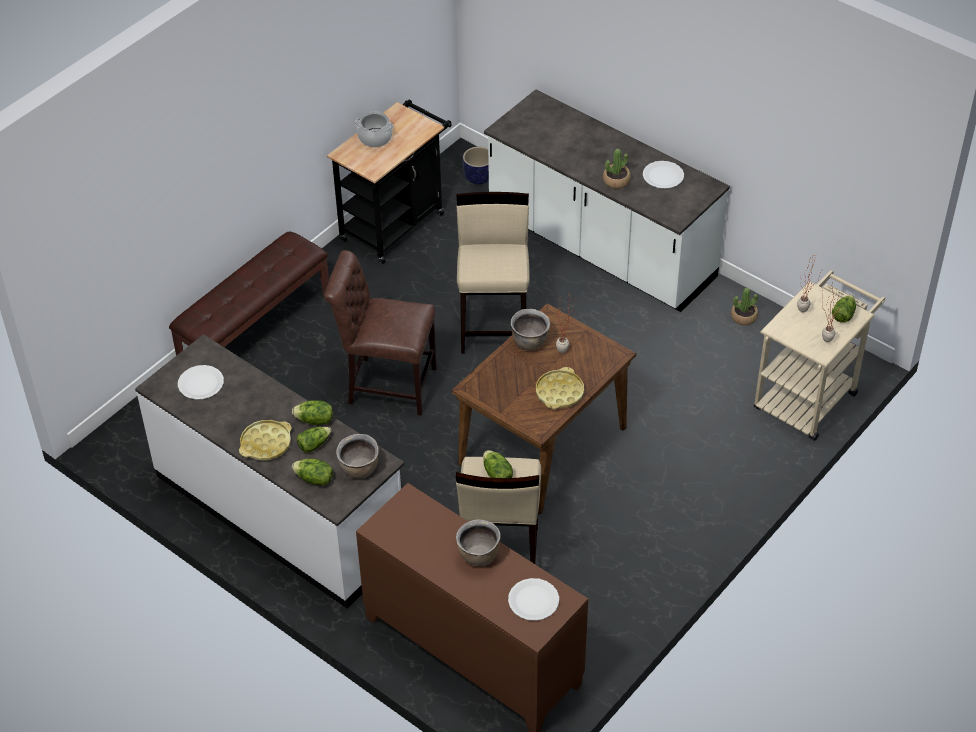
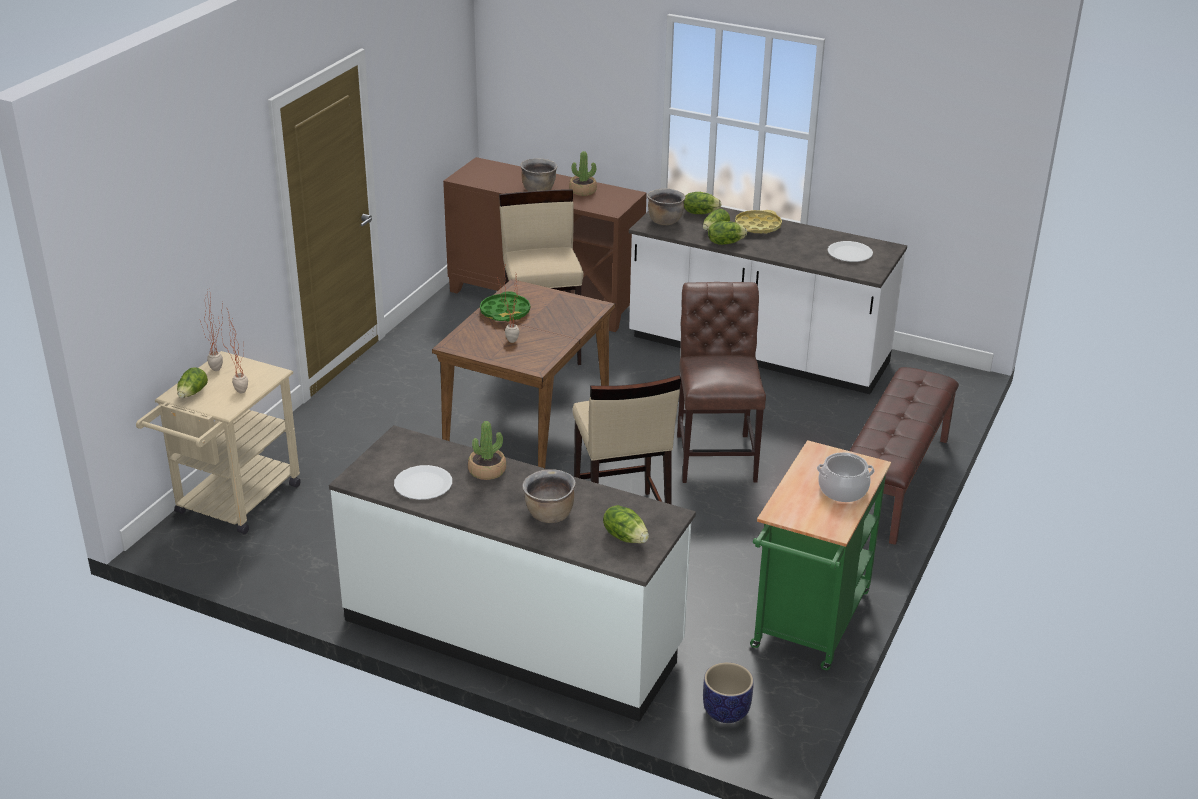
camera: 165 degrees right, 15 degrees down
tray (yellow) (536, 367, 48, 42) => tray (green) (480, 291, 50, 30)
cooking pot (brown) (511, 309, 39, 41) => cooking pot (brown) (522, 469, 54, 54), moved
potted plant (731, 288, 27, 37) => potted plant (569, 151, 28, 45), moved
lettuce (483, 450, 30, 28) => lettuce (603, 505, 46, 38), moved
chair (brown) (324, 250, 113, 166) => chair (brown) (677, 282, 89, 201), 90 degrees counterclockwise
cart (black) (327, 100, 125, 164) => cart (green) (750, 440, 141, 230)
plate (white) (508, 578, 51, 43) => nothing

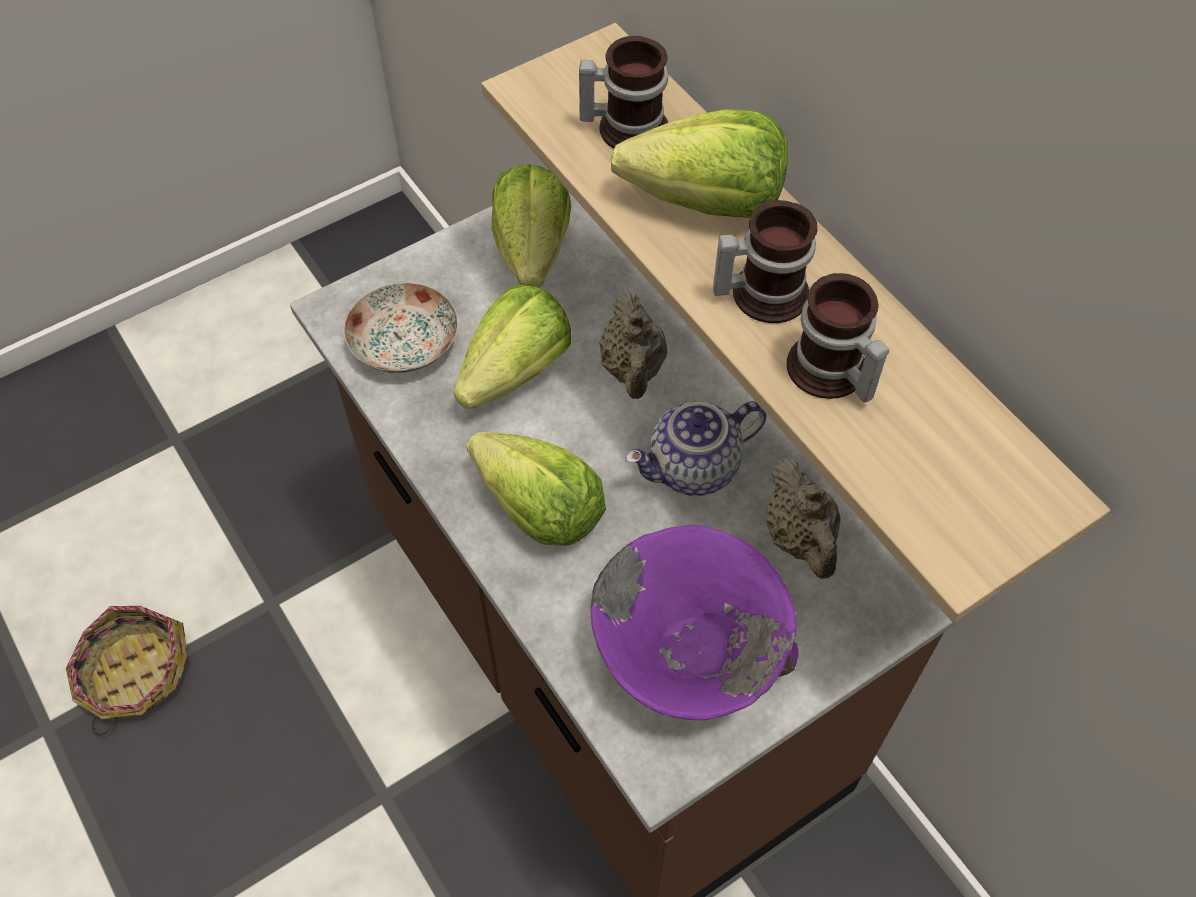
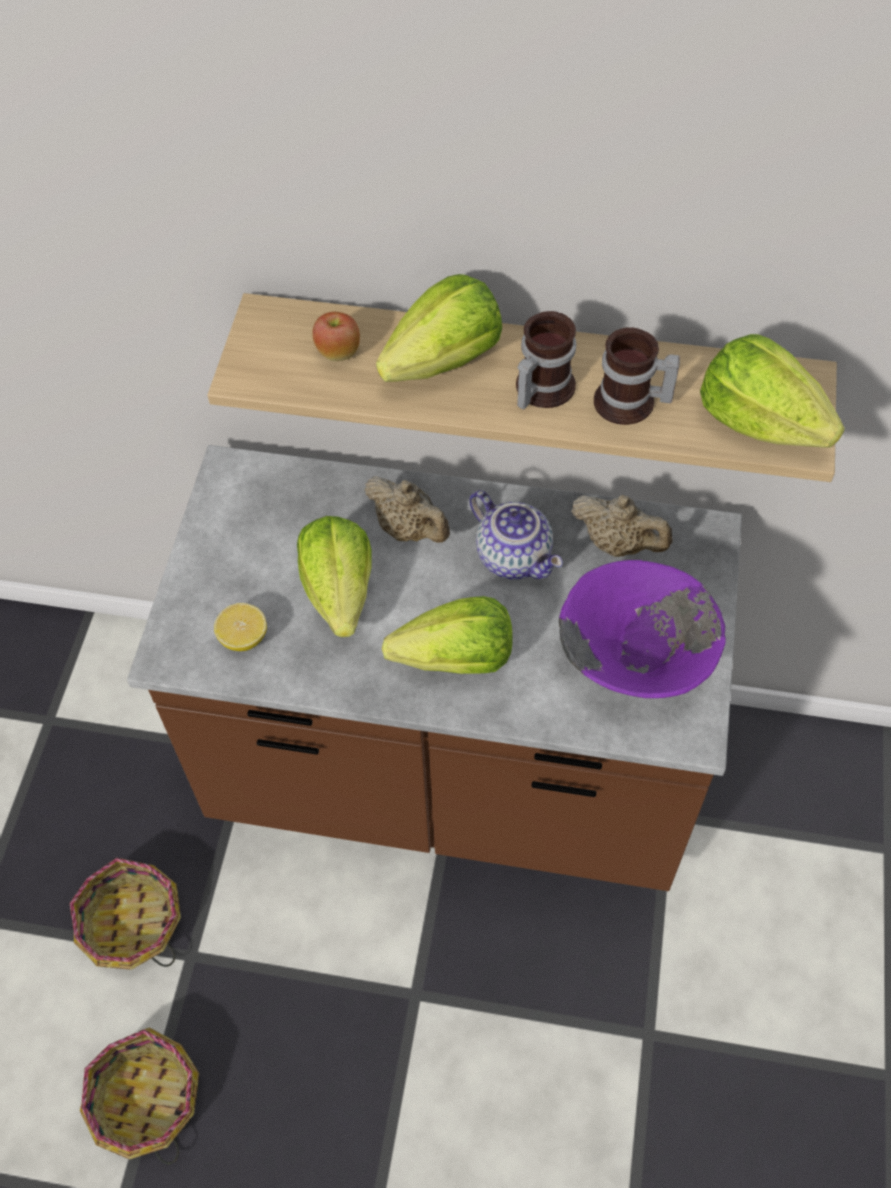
camera: 45 degrees left, 0 degrees up
nothing => basket (69, 858, 112, 112)
plate (344, 283, 114, 90) => lemon (214, 603, 53, 48)
mug (579, 36, 89, 113) => apple (312, 312, 48, 49)
teapot (625, 401, 141, 95) => teapot (469, 490, 94, 89), 60 degrees counterclockwise
lettuce (492, 164, 79, 124) => lettuce (700, 334, 145, 113), moved

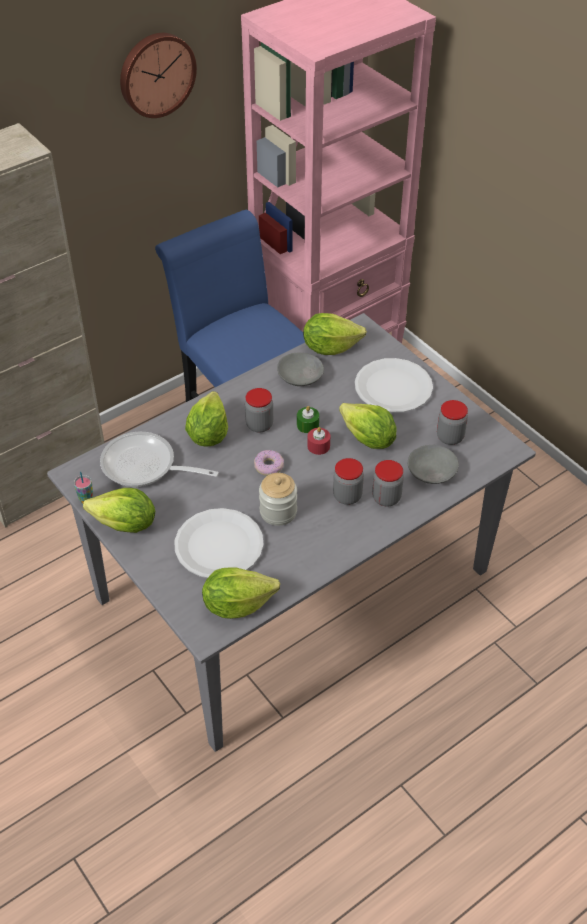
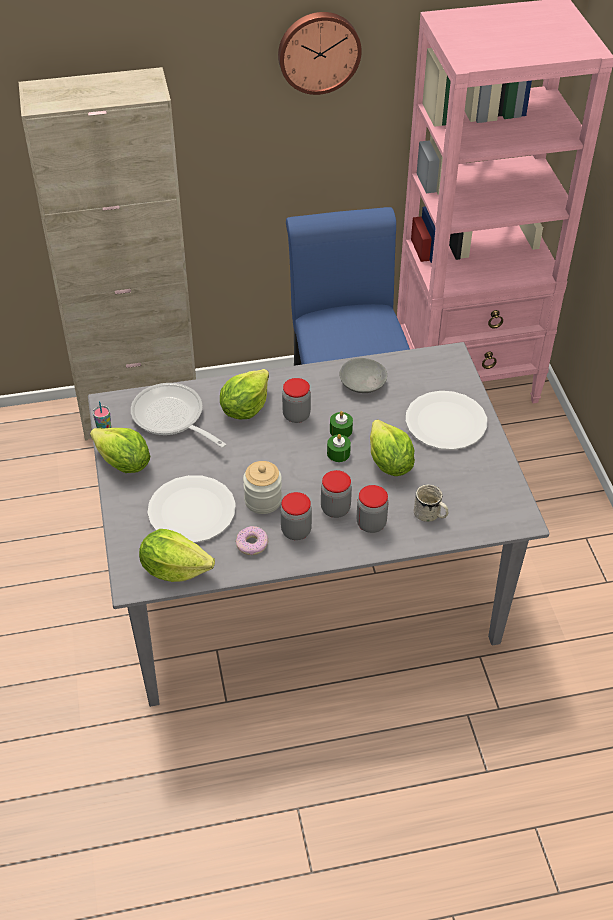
camera: 25 degrees right, 0 degrees up
donut (254, 450, 30, 26) => donut (236, 526, 33, 29), moved
jar (437, 400, 31, 45) => jar (281, 492, 31, 48), moved
candle (red) (307, 427, 23, 28) => candle (green) (327, 434, 24, 28)
bowl (grey) (408, 445, 51, 39) => mug (white) (414, 484, 34, 38)
lettuce (303, 313, 64, 42) => nothing

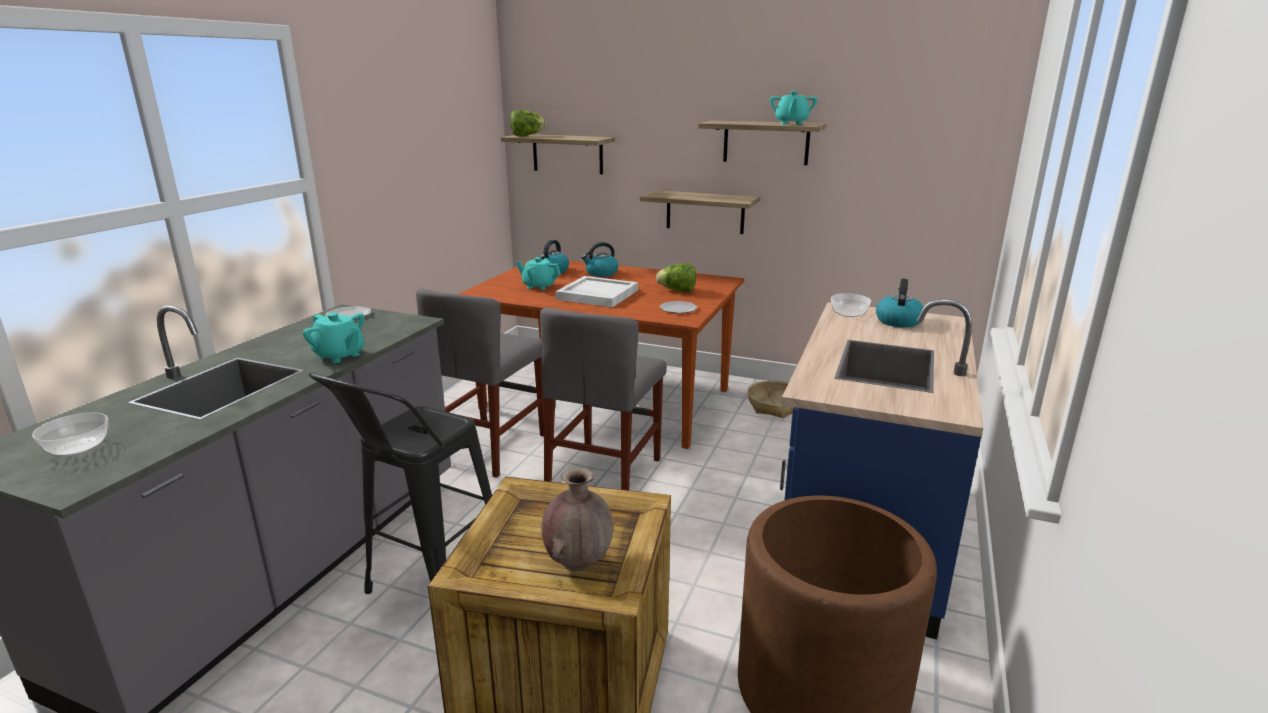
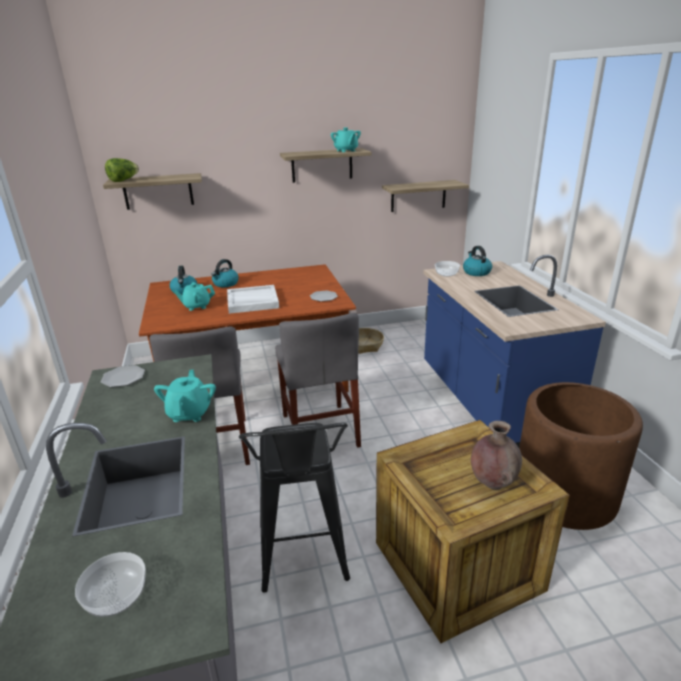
camera: 35 degrees left, 5 degrees up
teapot (turquoise) (303, 313, 62, 50) => teapot (turquoise) (154, 370, 62, 52), 90 degrees counterclockwise
shelf (640, 190, 120, 44) => shelf (382, 180, 87, 32), moved
lettuce (656, 263, 40, 29) => nothing

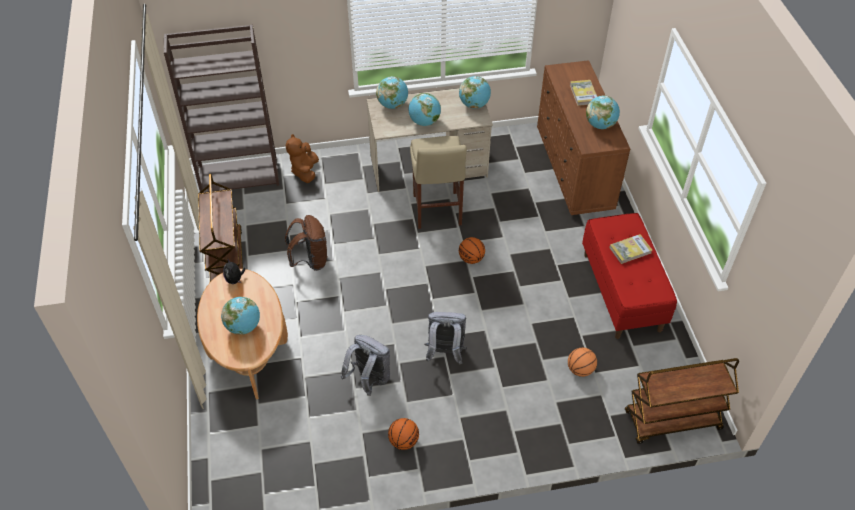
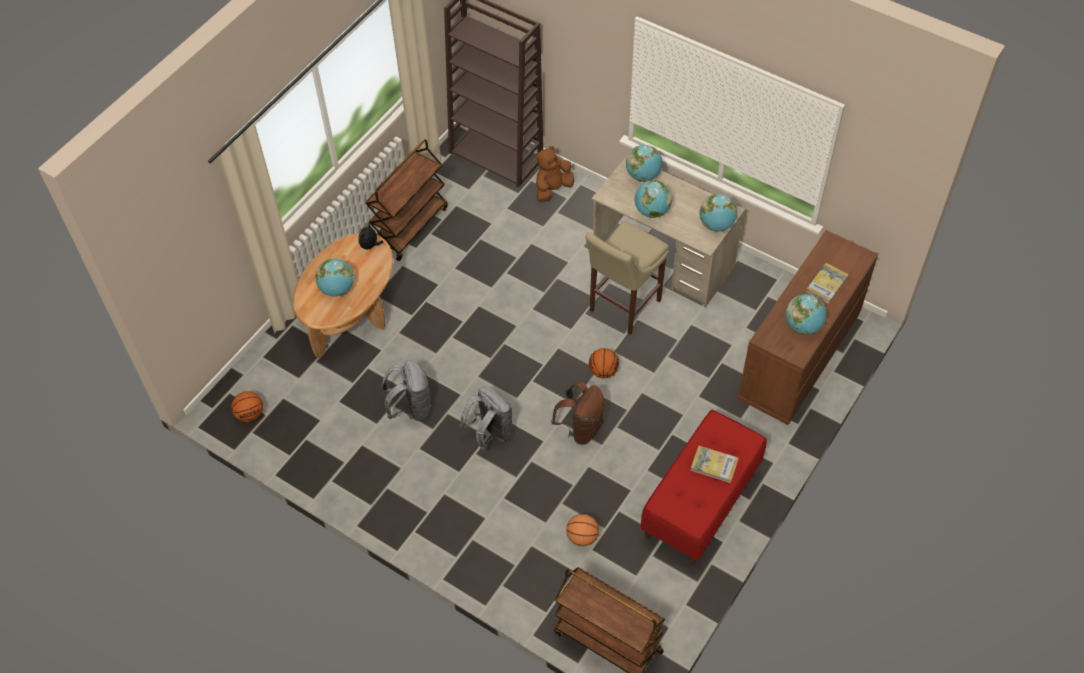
camera: 45 degrees right, 5 degrees up
basketball (388, 418, 31, 32) => basketball (232, 391, 31, 31), moved
backpack (brown) (285, 215, 43, 56) => backpack (brown) (551, 382, 54, 63), moved

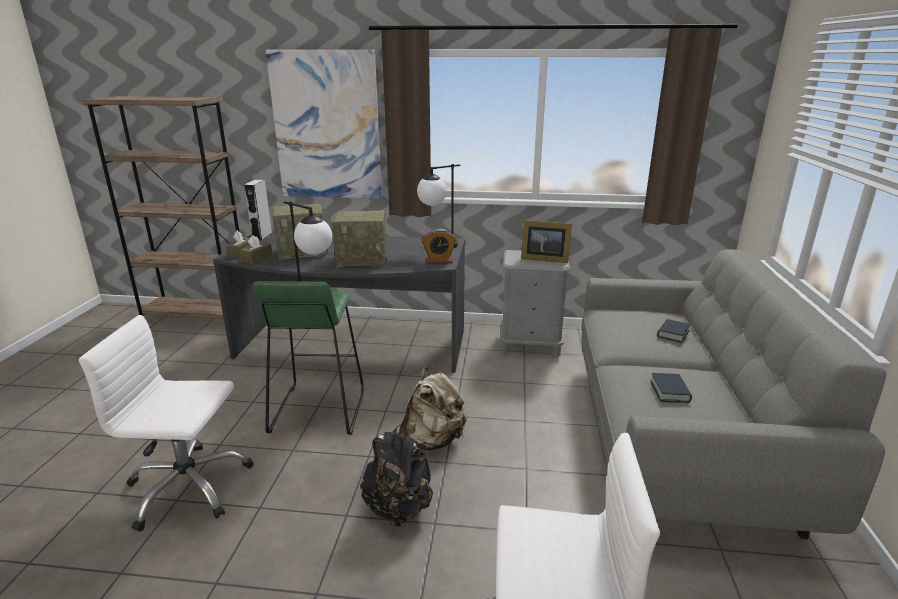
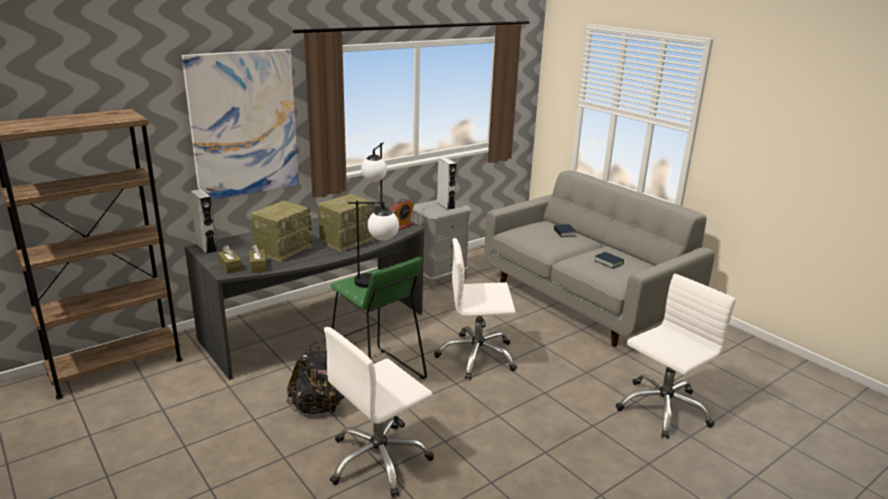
camera: 45 degrees left, 0 degrees up
backpack (black) (360, 424, 73, 103) => backpack (black) (286, 342, 59, 72), moved
backpack (beige) (399, 367, 68, 83) => office chair (white) (434, 238, 83, 142)
picture frame (521, 220, 51, 43) => speaker (grey) (437, 158, 20, 52)

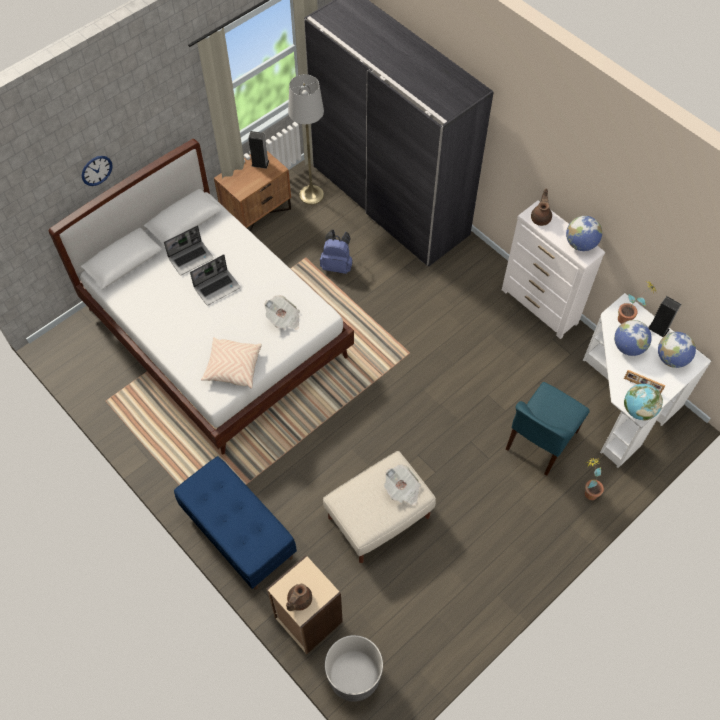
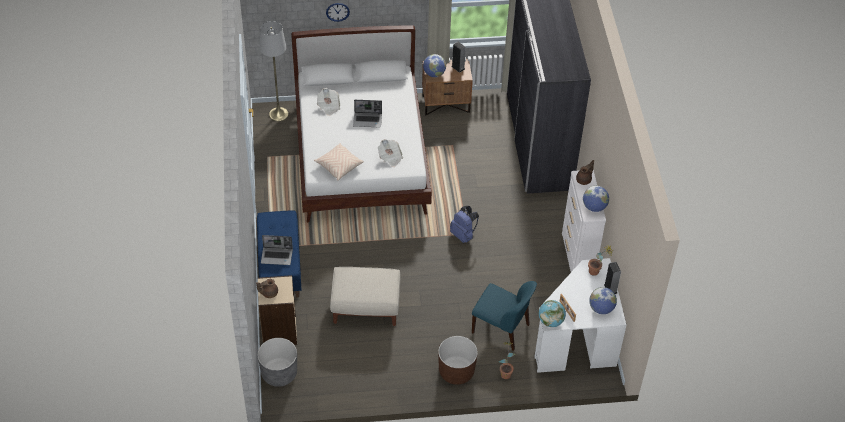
camera: 35 degrees right, 10 degrees down
floor lamp (grey) (288, 74, 36, 131) => floor lamp (grey) (260, 21, 29, 101), moved
laptop (164, 225, 50, 50) => laptop (261, 235, 32, 30), moved
newspaper (384, 464, 37, 42) => newspaper (317, 88, 23, 28), moved
globe (614, 320, 38, 36) => globe (423, 54, 23, 23), moved
nothing => planter (brown) (438, 336, 40, 49)
backpack (blue) (320, 230, 32, 44) => backpack (blue) (450, 206, 29, 37), moved
chair (blue) (506, 382, 84, 94) => chair (blue) (472, 281, 65, 70), 135 degrees counterclockwise

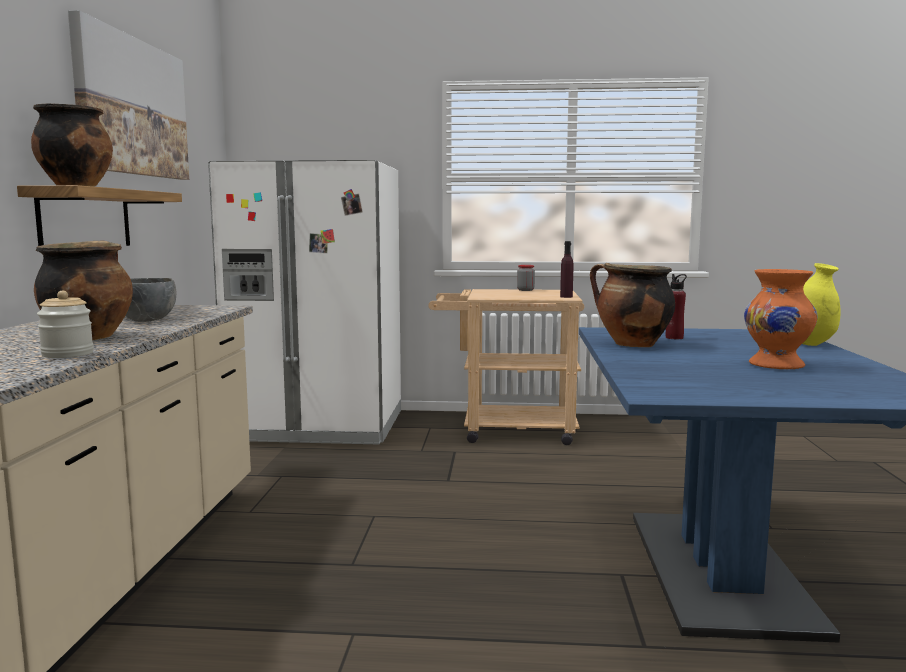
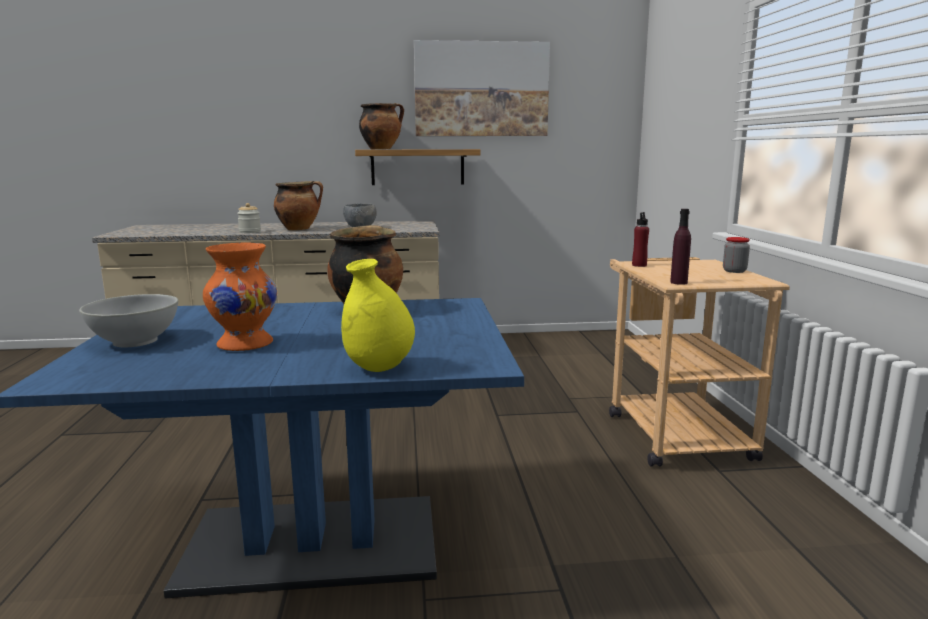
camera: 80 degrees right, 5 degrees up
nothing => bowl (white) (79, 294, 99, 53)
bottle (red) (666, 274, 21, 65) => bottle (red) (632, 212, 17, 55), moved
fridge (white) (208, 160, 193, 285) => nothing

